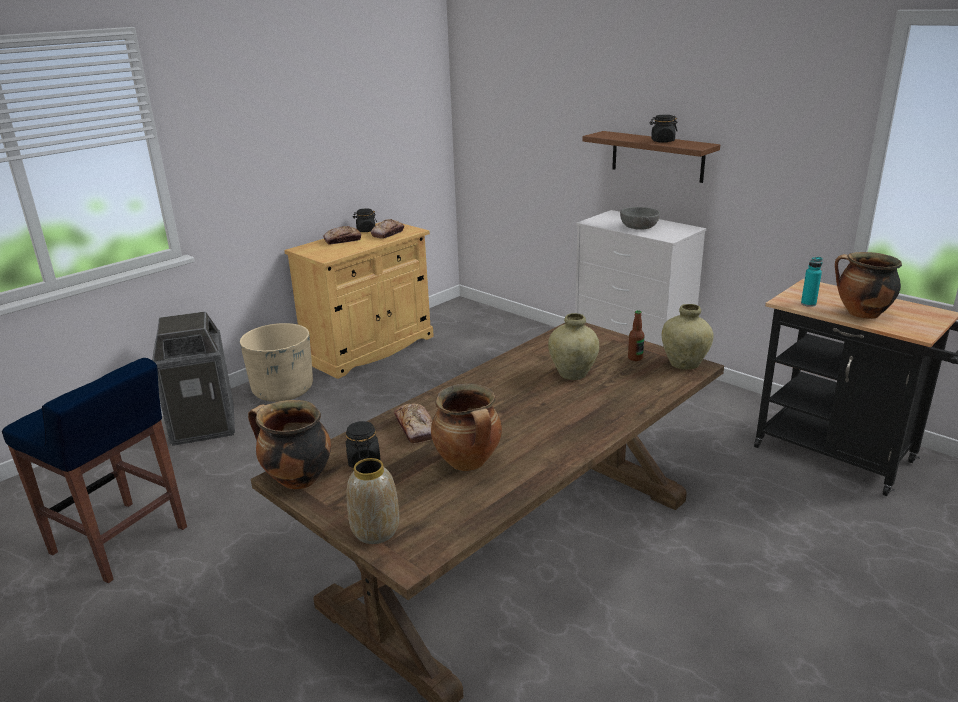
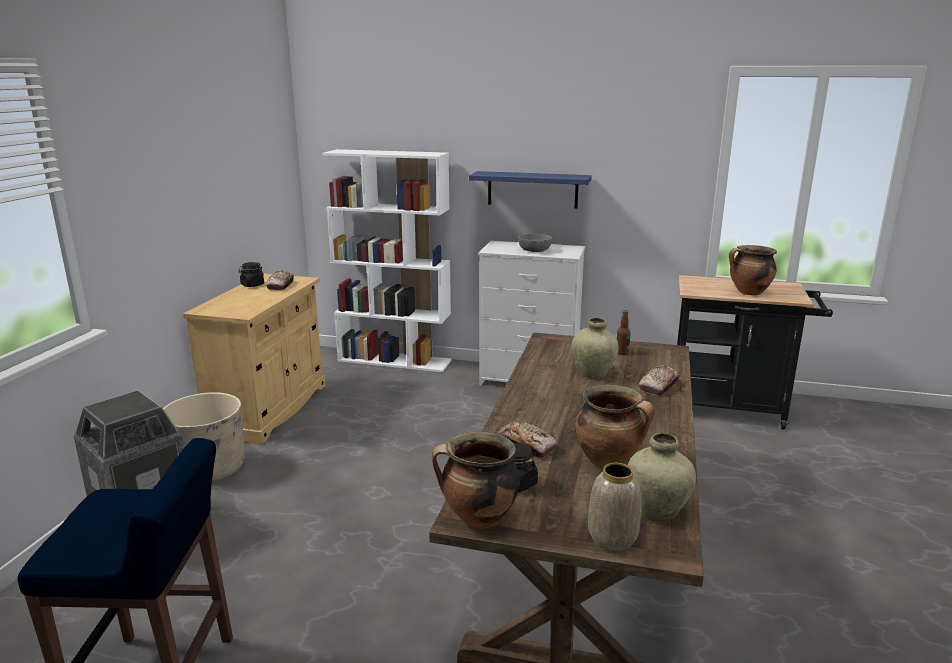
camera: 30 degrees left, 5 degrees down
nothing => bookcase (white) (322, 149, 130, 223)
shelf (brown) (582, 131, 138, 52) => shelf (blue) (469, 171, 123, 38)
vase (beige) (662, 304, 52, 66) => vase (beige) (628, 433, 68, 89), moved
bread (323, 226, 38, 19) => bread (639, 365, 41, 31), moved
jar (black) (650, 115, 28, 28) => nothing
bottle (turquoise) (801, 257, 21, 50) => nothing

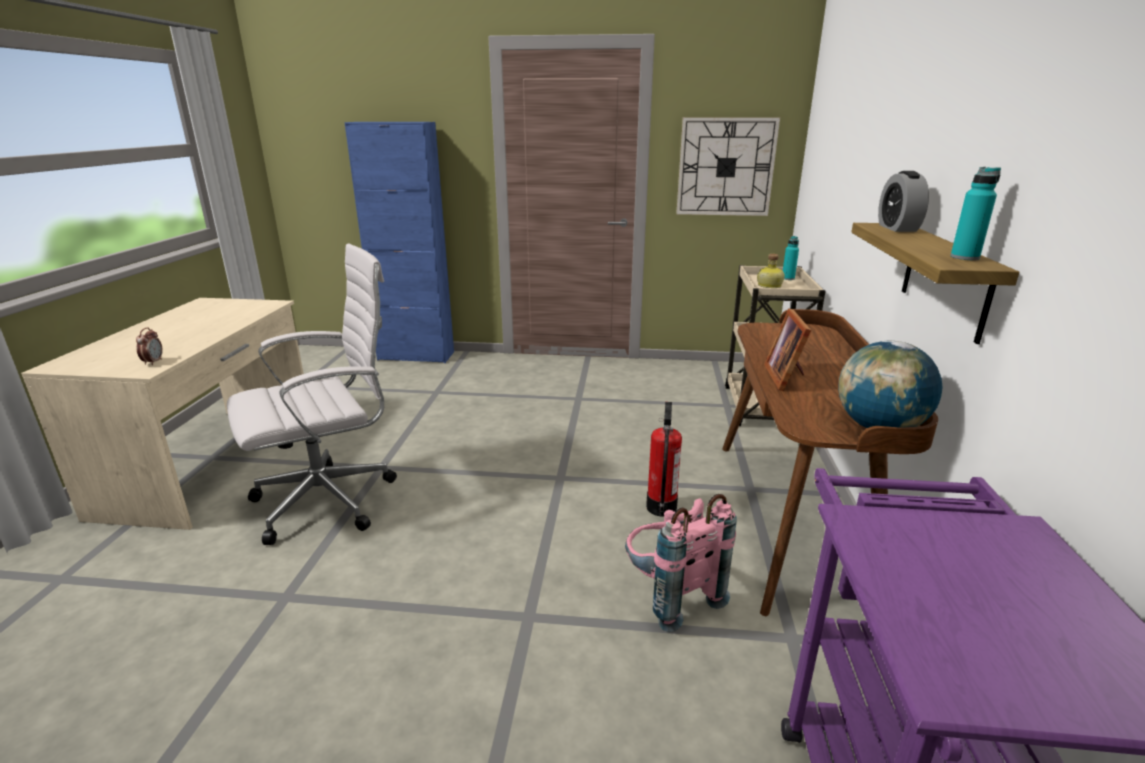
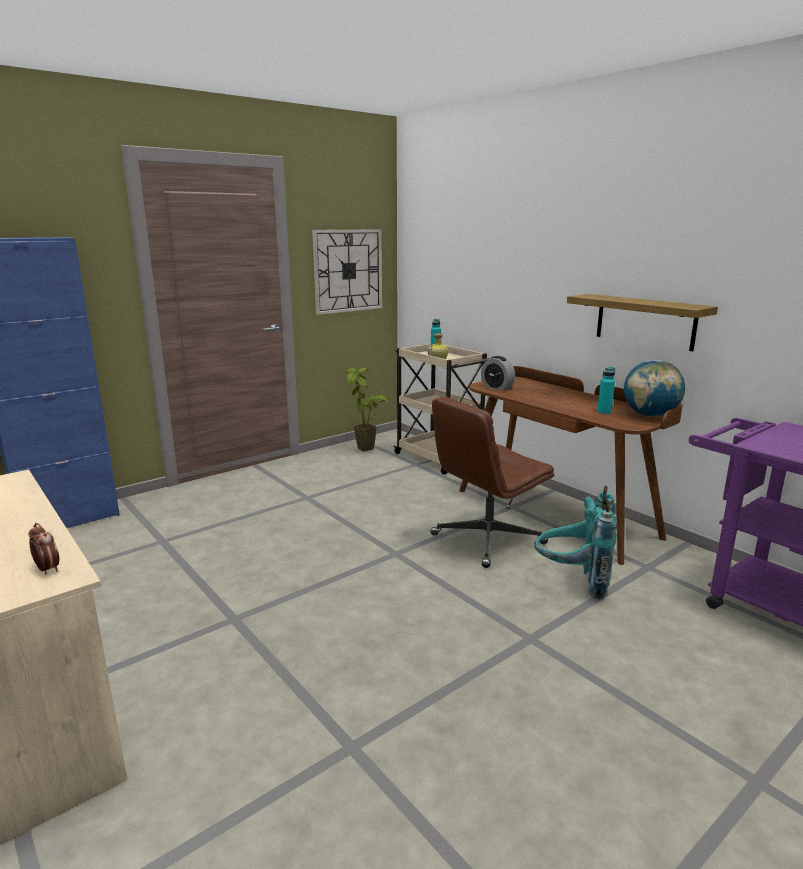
camera: 45 degrees left, 5 degrees down
nothing => potted plant (345, 368, 44, 83)
fire extinguisher (646, 402, 36, 115) => office chair (brown) (430, 397, 125, 171)
alarm clock (878, 171, 51, 61) => alarm clock (481, 356, 34, 35), moved
backpack (pink) (625, 494, 112, 138) => backpack (turquoise) (534, 486, 83, 113)
bottle (turquoise) (950, 167, 51, 93) => bottle (turquoise) (597, 367, 18, 48), moved
office chair (white) (227, 244, 170, 301) => nothing
picture frame (764, 308, 47, 83) => nothing

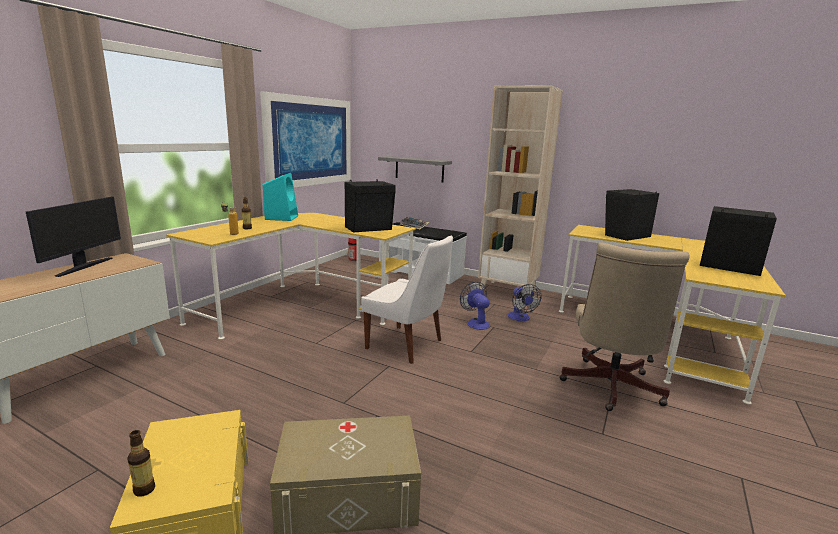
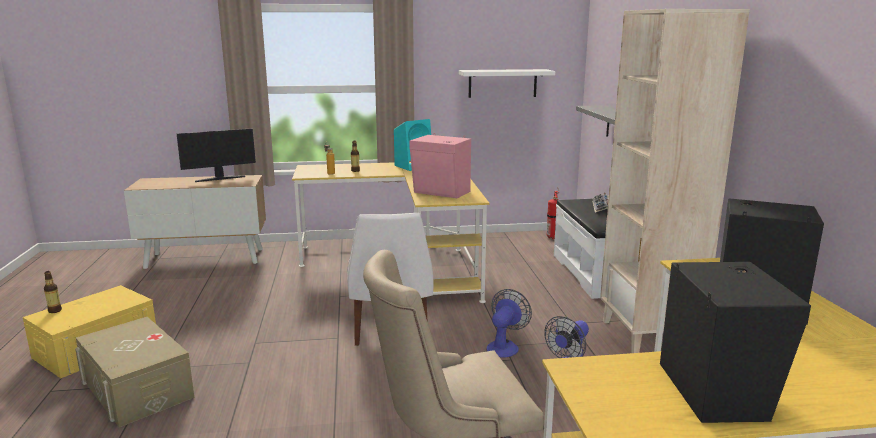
camera: 55 degrees right, 0 degrees up
speaker (black) (345, 179, 51, 53) => speaker (pink) (409, 133, 62, 65)
picture (260, 92, 91, 96) => shelf (white) (459, 69, 96, 29)

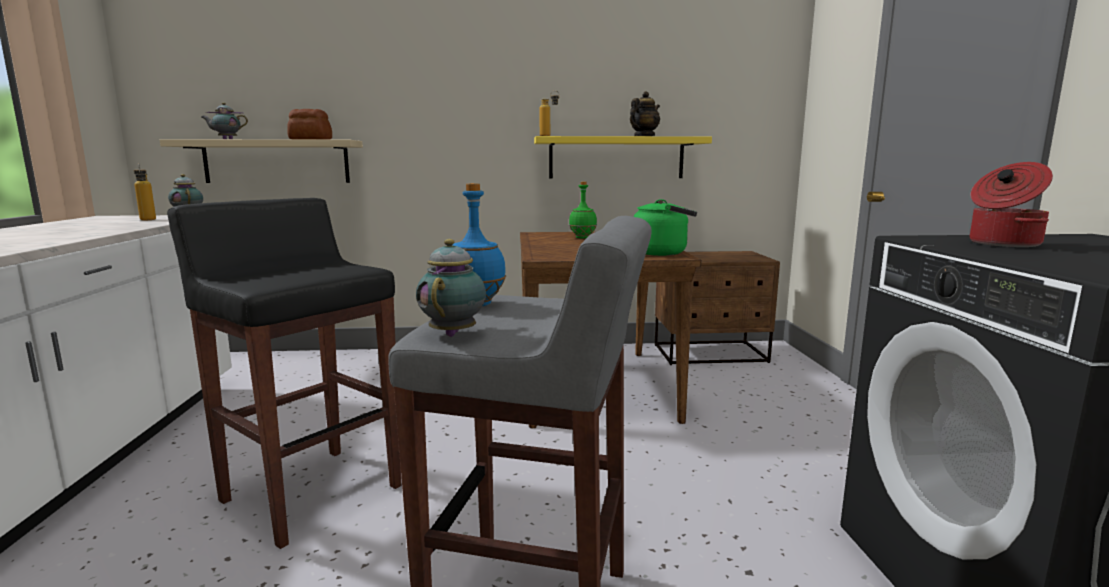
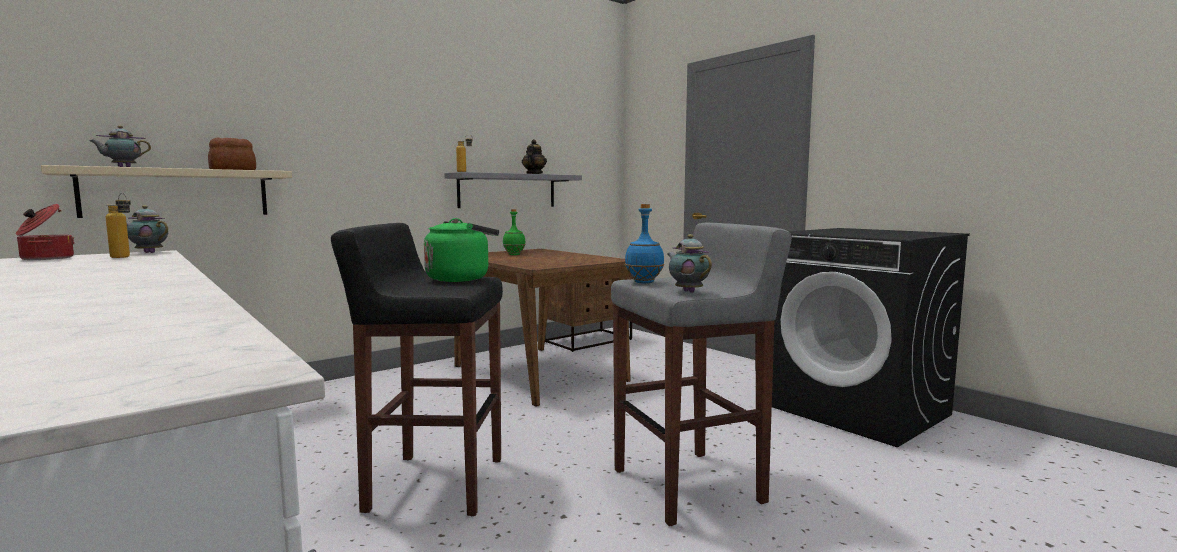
camera: 35 degrees left, 5 degrees down
cooking pot (970, 162, 83, 85) => cooking pot (16, 204, 59, 56), moved
kettle (green) (633, 199, 64, 57) => kettle (green) (424, 218, 75, 64), moved
shelf (yellow) (534, 136, 178, 43) => shelf (grey) (444, 172, 138, 36)

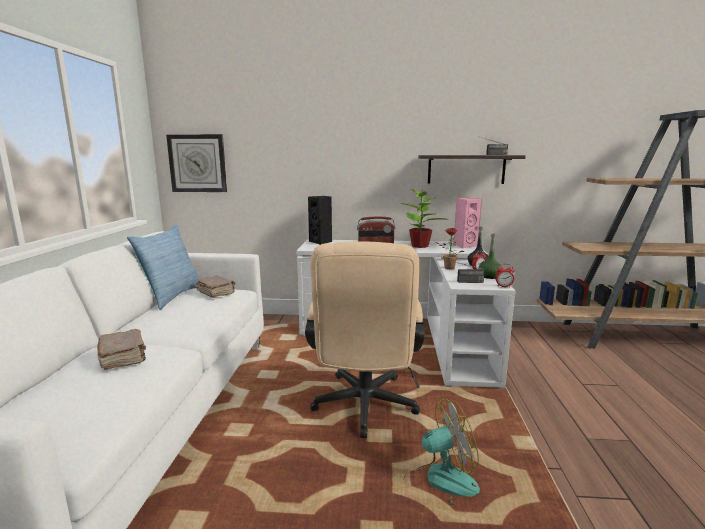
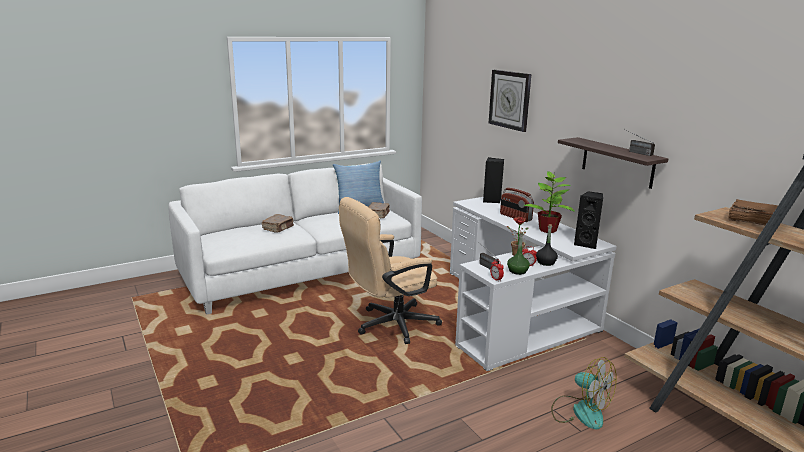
camera: 55 degrees right, 5 degrees up
wall clock (166, 134, 61, 58) => wall clock (489, 70, 42, 62), moved
fan (405, 398, 75, 108) => fan (551, 357, 66, 72), moved
speaker (pink) (454, 197, 28, 51) => speaker (black) (574, 191, 29, 58)
nothing => book (brown) (728, 199, 50, 26)

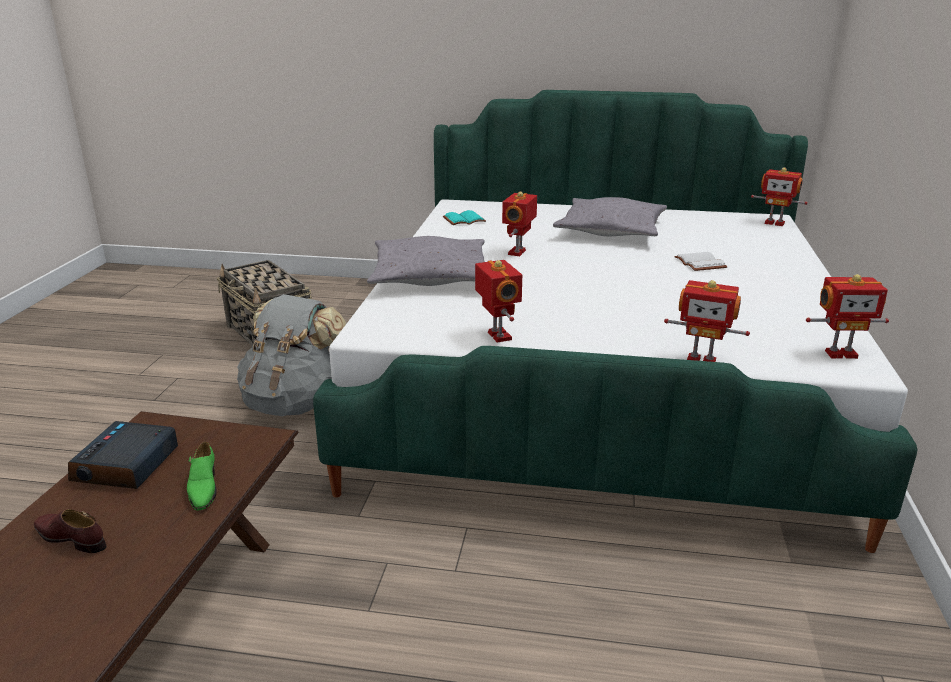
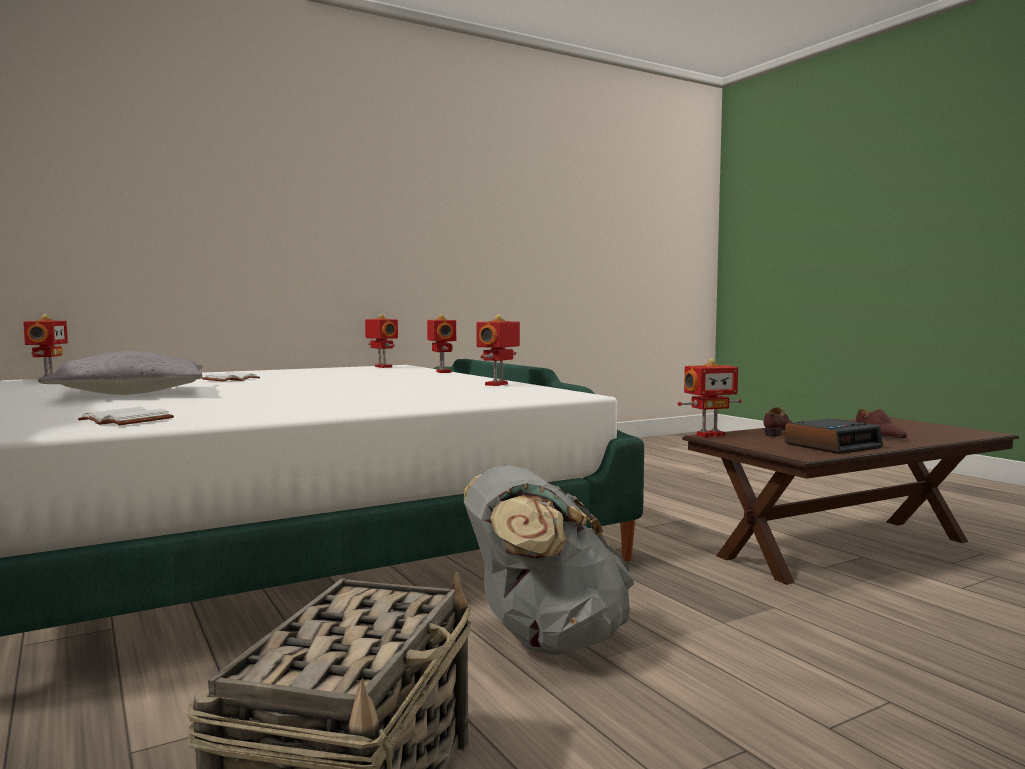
camera: 130 degrees left, 20 degrees down
book (turquoise) (443, 210, 43, 15) => book (white) (78, 407, 96, 18)
toy robot (502, 191, 35, 65) => toy robot (677, 358, 65, 79), moved
shoe (green) (187, 441, 30, 69) => shoe (brown) (764, 407, 28, 30)
pillow (grey) (367, 236, 118, 50) => nothing

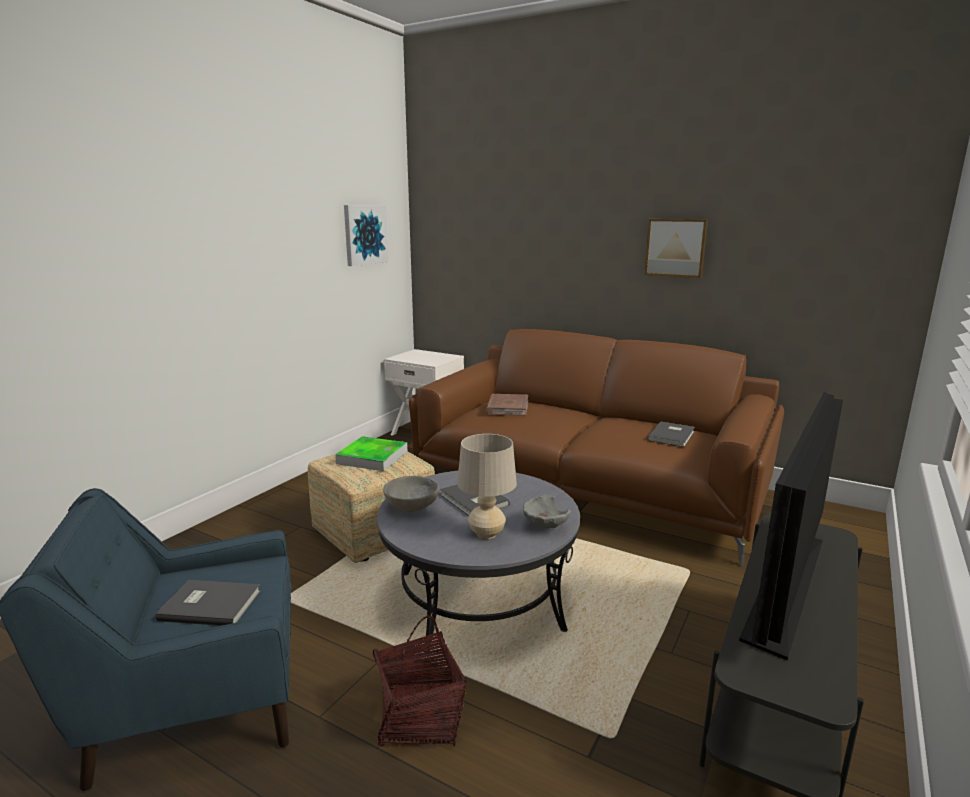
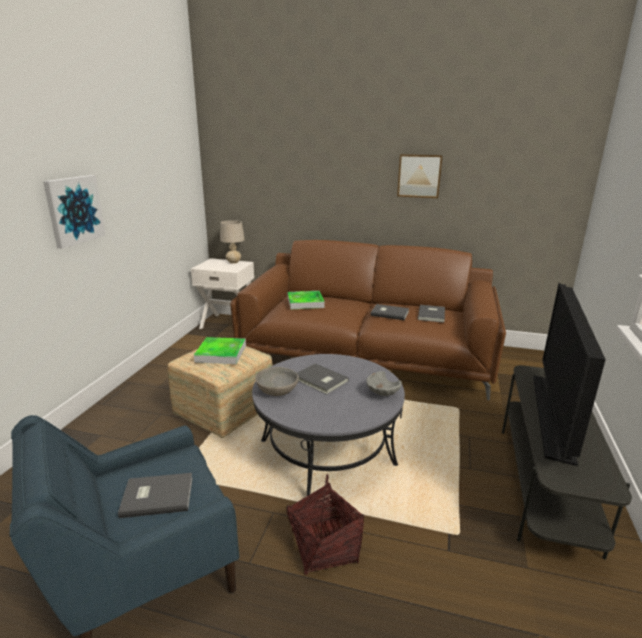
camera: 15 degrees left, 5 degrees up
picture (344, 205, 45, 61) => picture (43, 175, 62, 74), moved
table lamp (beige) (457, 434, 60, 105) => table lamp (beige) (220, 220, 25, 44), moved
book (brown) (486, 394, 42, 22) => tray (288, 291, 37, 18)
nothing => book (grey) (370, 304, 39, 16)

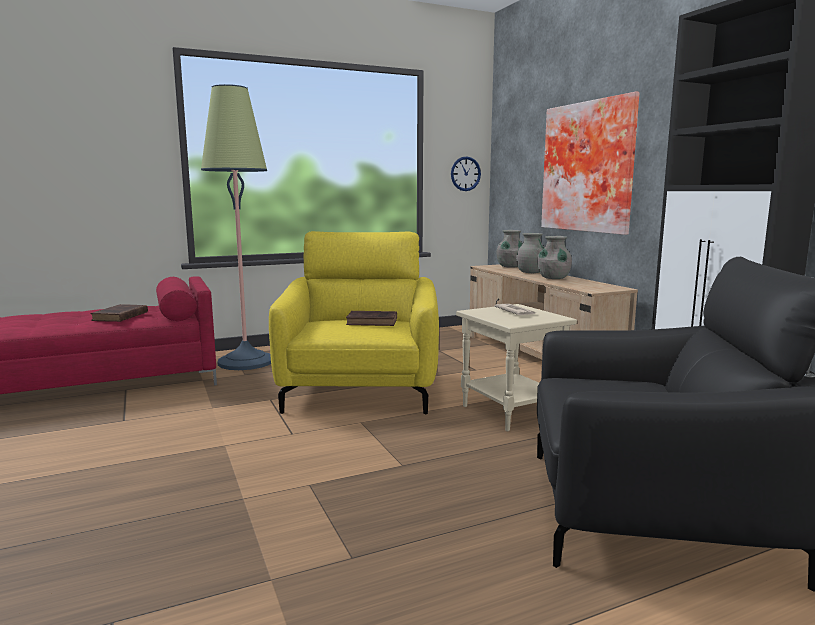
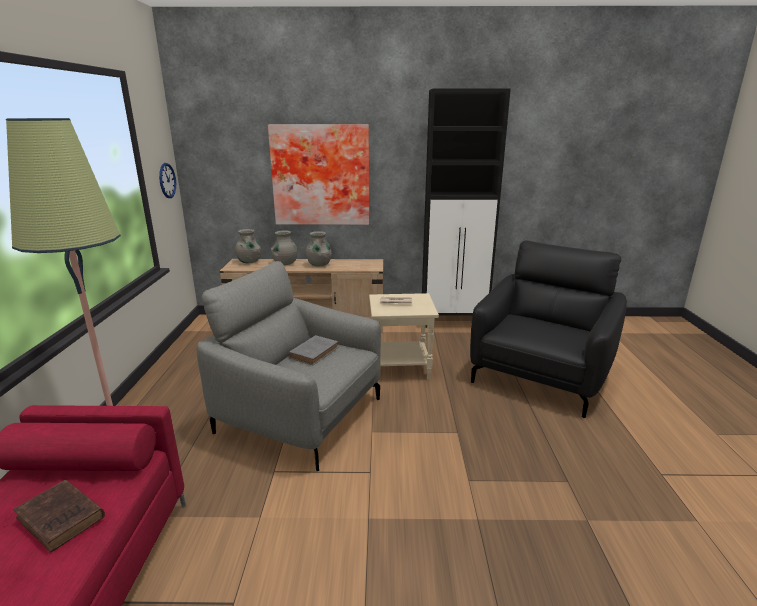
camera: 65 degrees left, 10 degrees up
armchair (yellow) (269, 231, 170, 183) => armchair (grey) (197, 261, 184, 210)
book (brown) (346, 311, 51, 15) => book (grey) (288, 335, 51, 30)

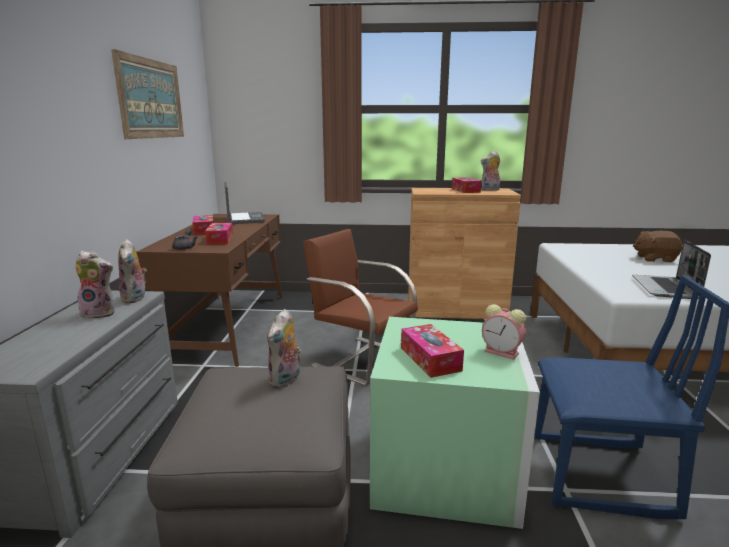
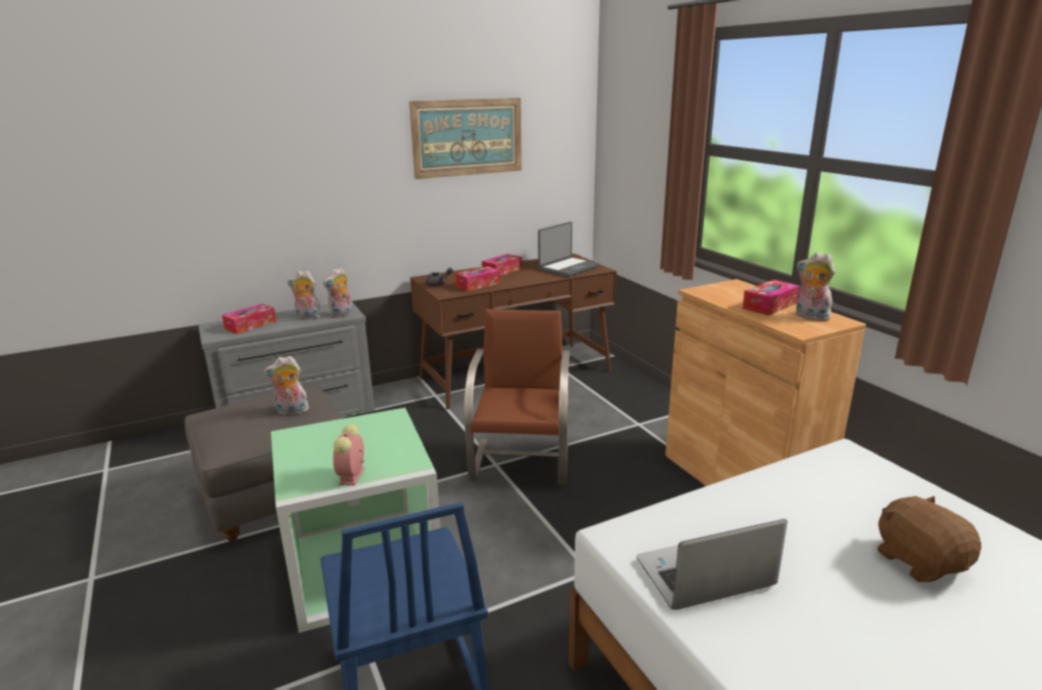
camera: 60 degrees right, 5 degrees up
tissue box (401, 324, 63, 54) => tissue box (222, 304, 54, 30), moved
plush toy (75, 251, 40, 68) => plush toy (287, 270, 35, 49), 120 degrees clockwise

